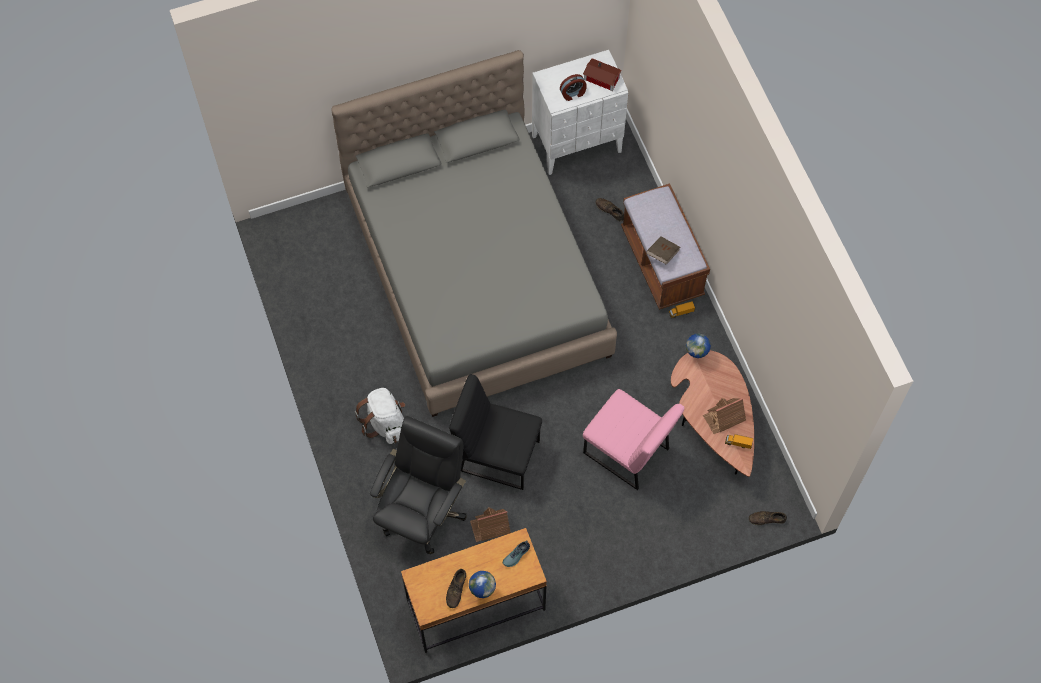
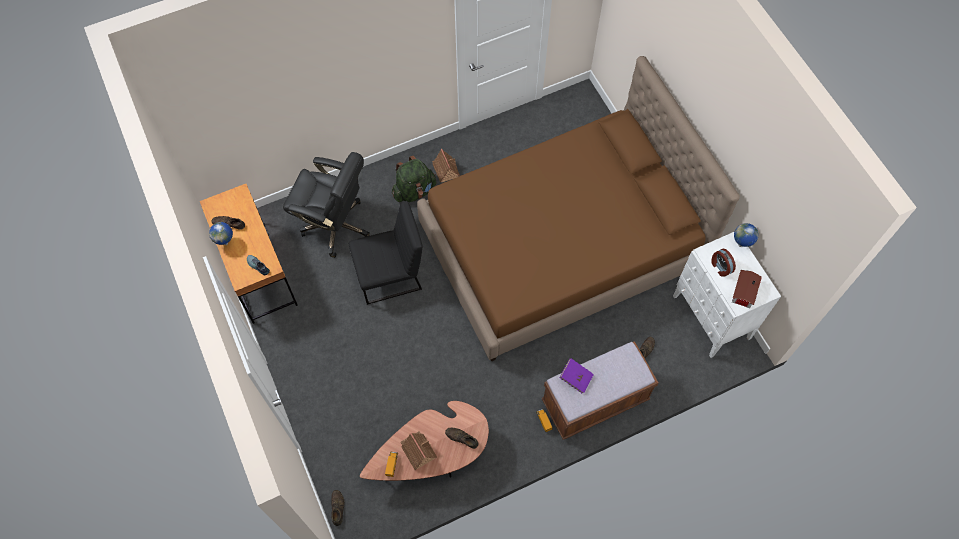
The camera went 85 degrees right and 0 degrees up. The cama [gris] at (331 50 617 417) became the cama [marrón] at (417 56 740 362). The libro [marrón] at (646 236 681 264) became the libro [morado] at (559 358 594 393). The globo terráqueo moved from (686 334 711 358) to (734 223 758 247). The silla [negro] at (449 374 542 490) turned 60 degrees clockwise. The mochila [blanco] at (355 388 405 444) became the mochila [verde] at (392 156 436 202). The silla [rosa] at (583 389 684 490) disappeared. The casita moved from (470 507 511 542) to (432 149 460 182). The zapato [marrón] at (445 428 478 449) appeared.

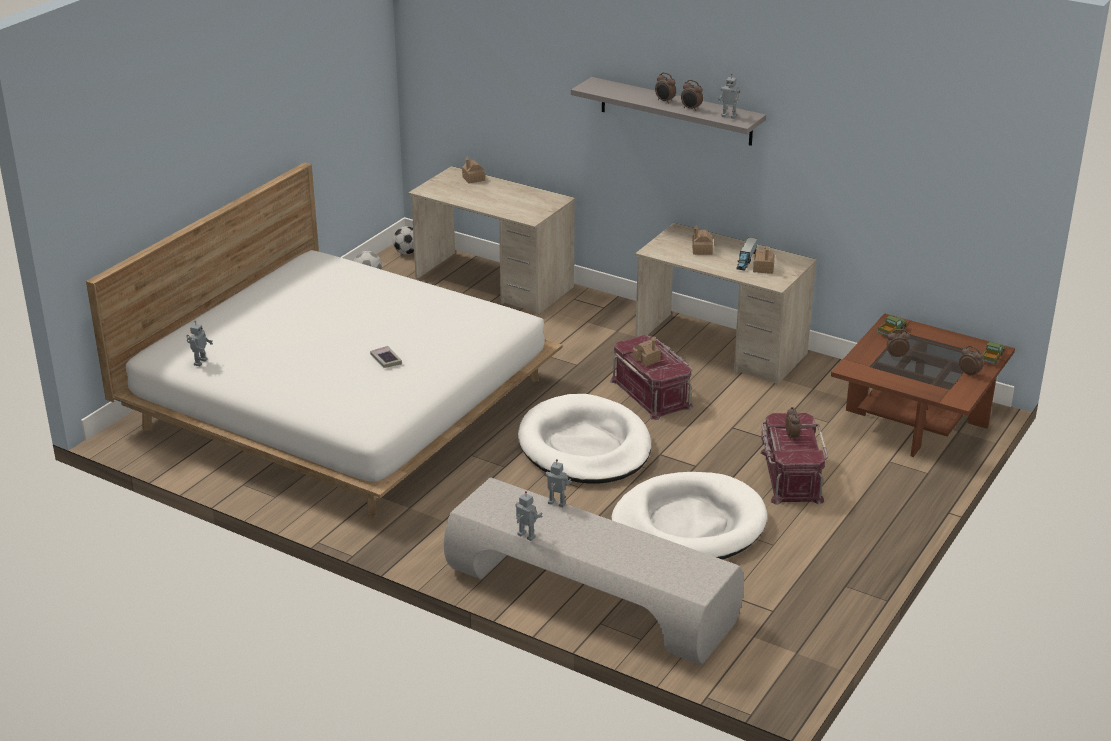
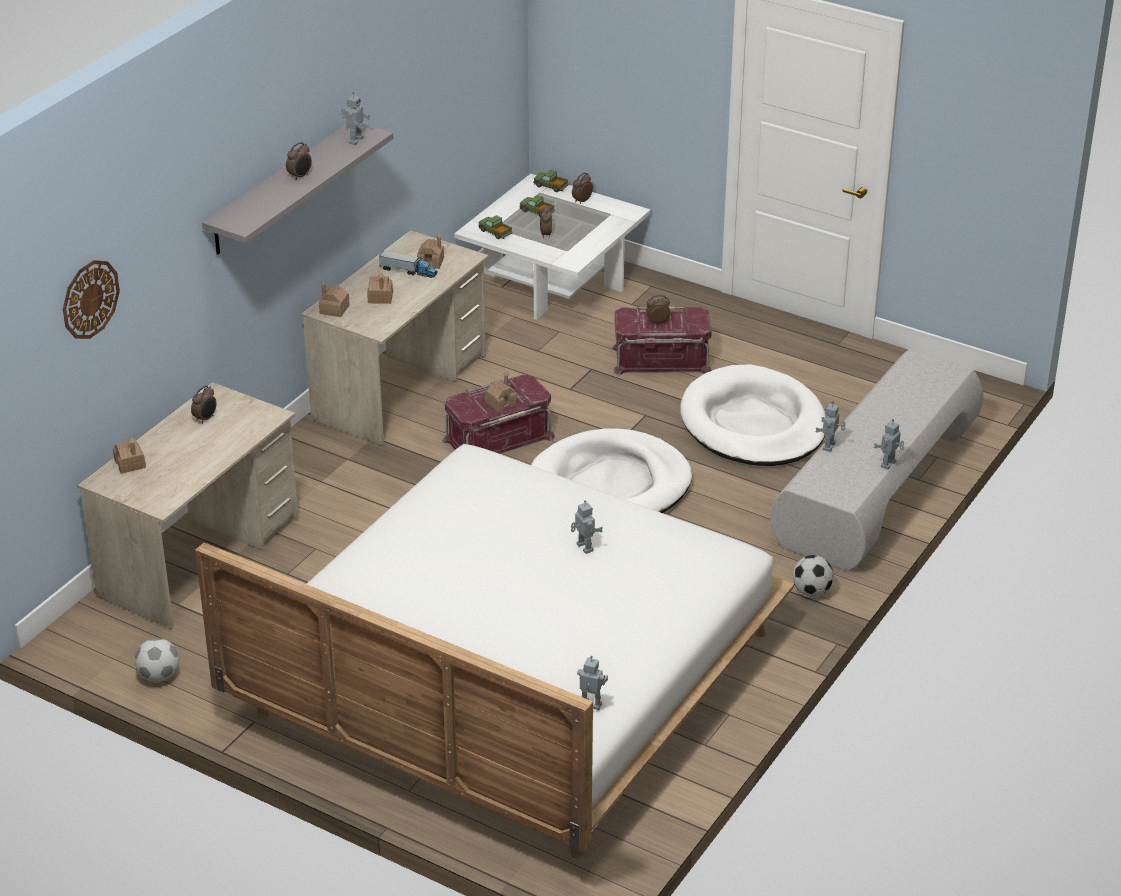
The camera went 90 degrees left and 5 degrees up. The despertador moved from (681 80 703 111) to (191 385 217 424). The balón de fútbol moved from (393 226 414 255) to (793 555 833 597). The mesa de centro [marrón] at (831 313 1015 457) became the mesa de centro [blanco] at (454 174 651 320). The libro at (370 346 402 368) was replaced by the robot de juguete at (571 500 603 554). The camión de juguete at (519 195 555 217) appeared. The reloj de pared at (63 260 120 339) appeared. The casita at (319 280 350 317) appeared.

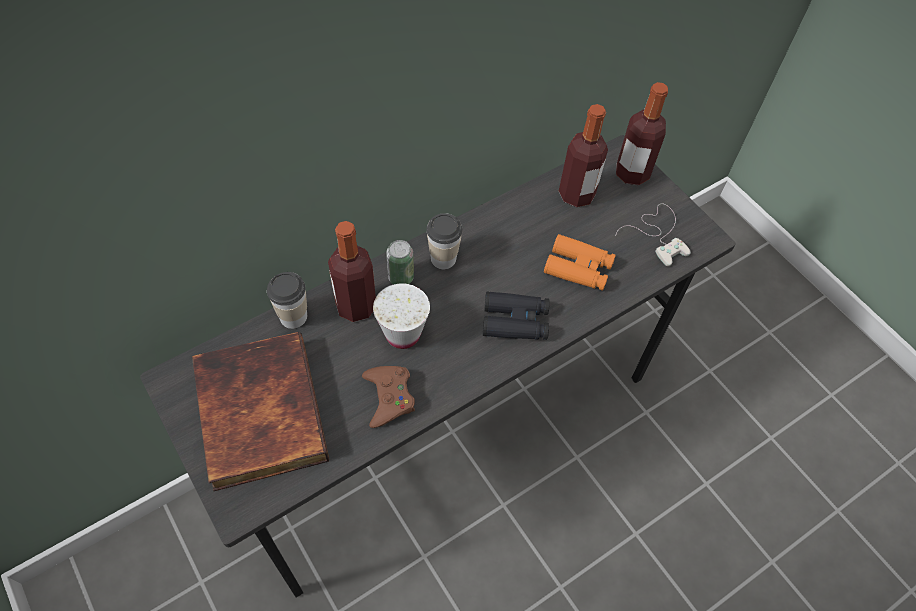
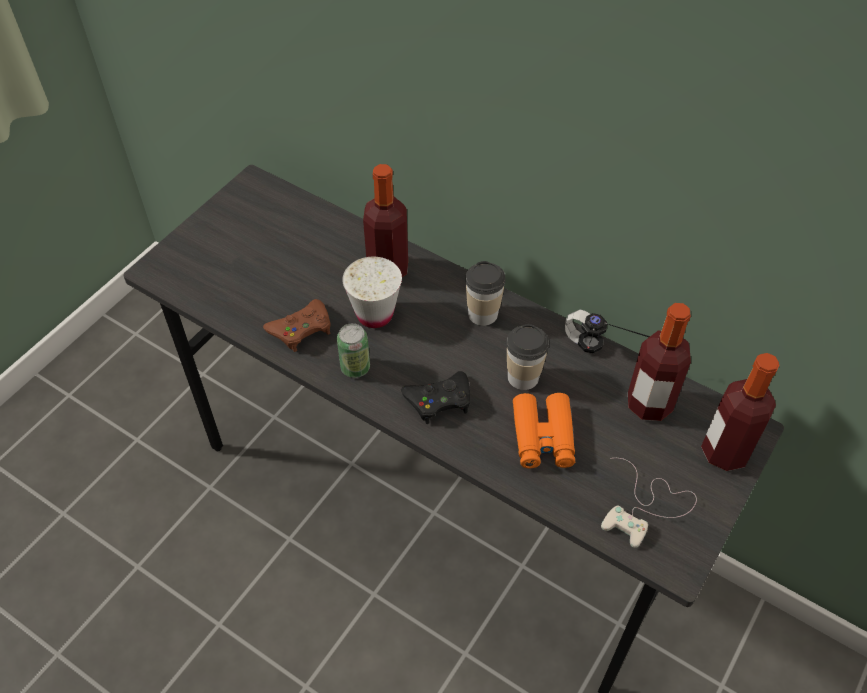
The camera went 70 degrees right and 5 degrees down. The lata moved from (386 240 414 285) to (337 323 370 378). The taza moved from (267 272 307 329) to (506 324 549 390). The prismáticos [negro] at (483 292 550 340) was replaced by the mando de consola [negro] at (401 371 470 424). The libro at (192 332 329 491) disappeared. The auriculares at (565 309 650 353) appeared.

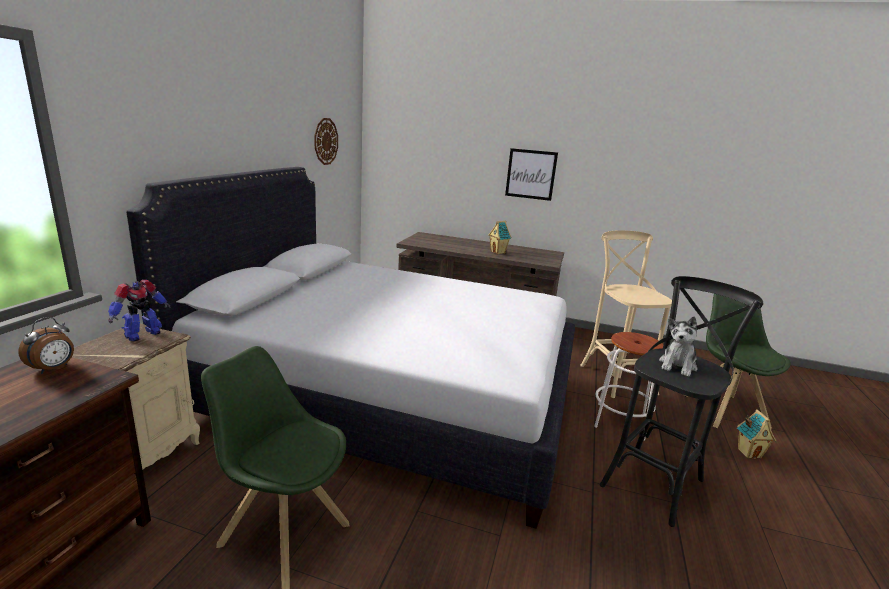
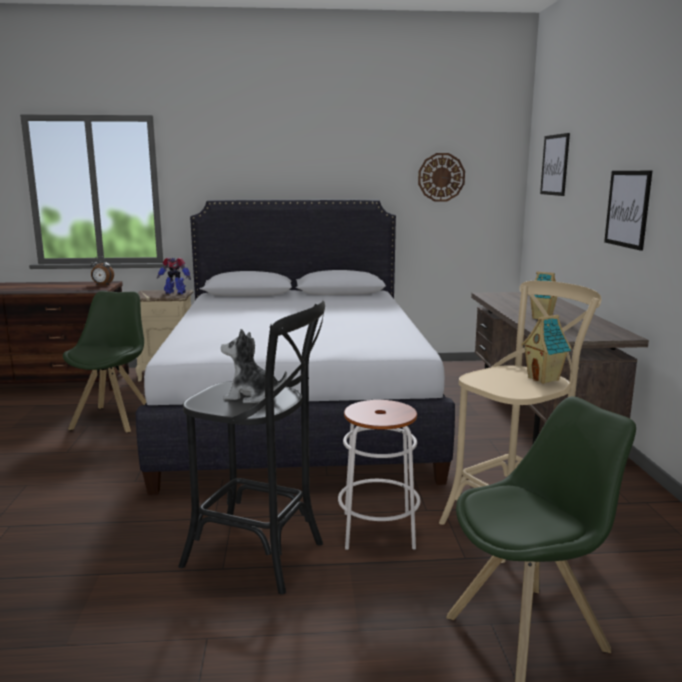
The camera went 70 degrees right and 5 degrees down. The casita moved from (737 409 776 459) to (521 315 572 384). The cuadro at (540 133 570 196) appeared.

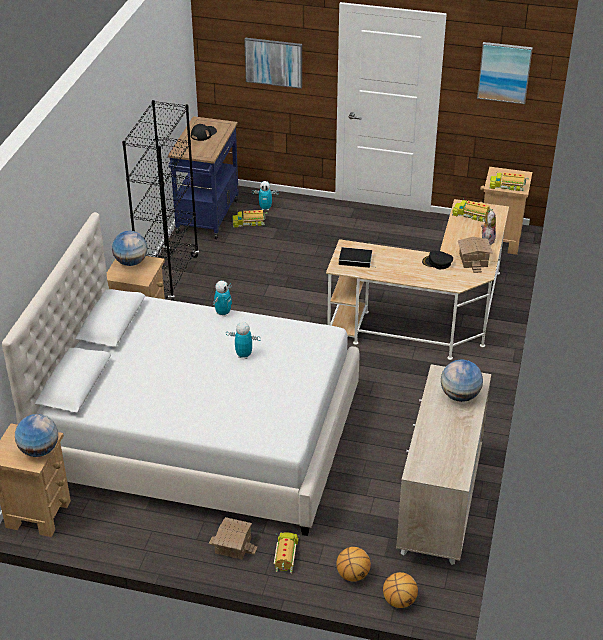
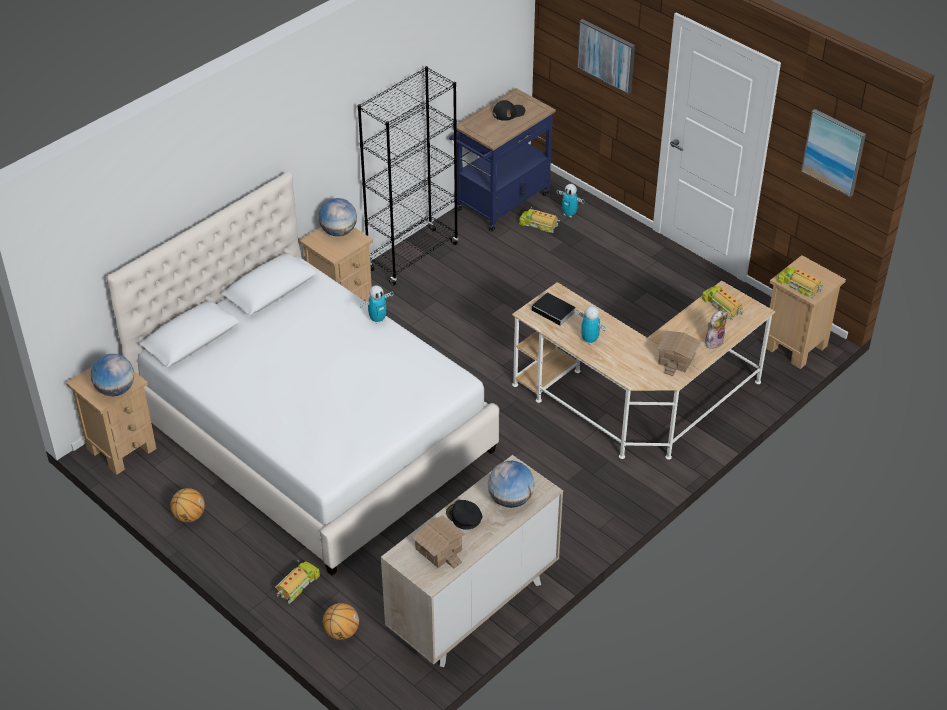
The camera went 30 degrees right and 5 degrees up. The gorra [negro] moved from (422 251 453 269) to (446 500 482 530). The robot de juguete moved from (226 322 261 359) to (577 306 606 345). The casita moved from (209 517 258 560) to (412 515 465 568). The balón de baloncesto moved from (383 572 418 608) to (170 488 205 522).

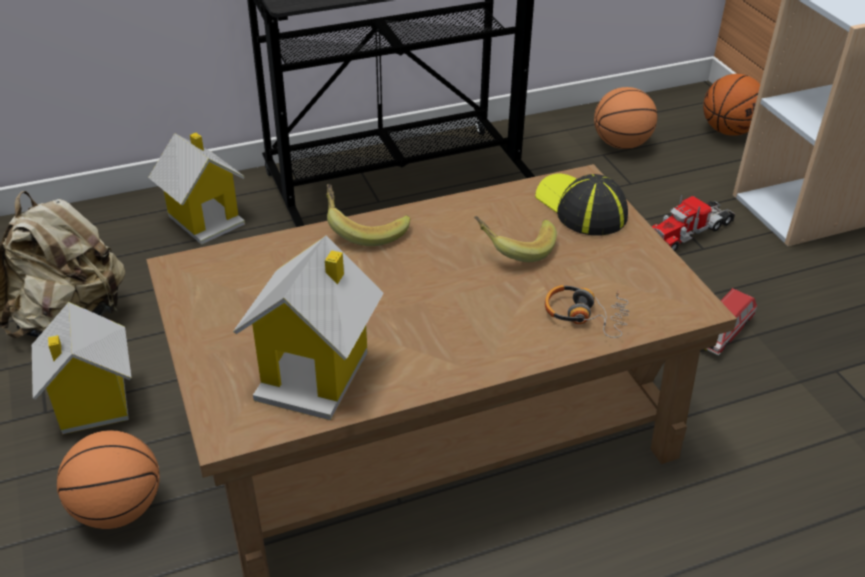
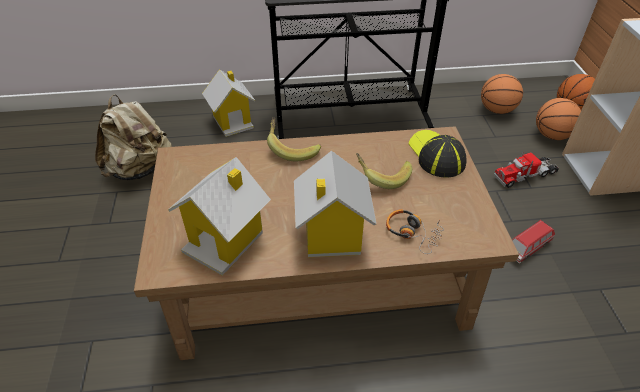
The camera went 15 degrees right and 5 degrees up. The casita moved from (32 302 131 435) to (294 151 376 257). The balón de baloncesto moved from (57 430 160 529) to (536 98 581 140).

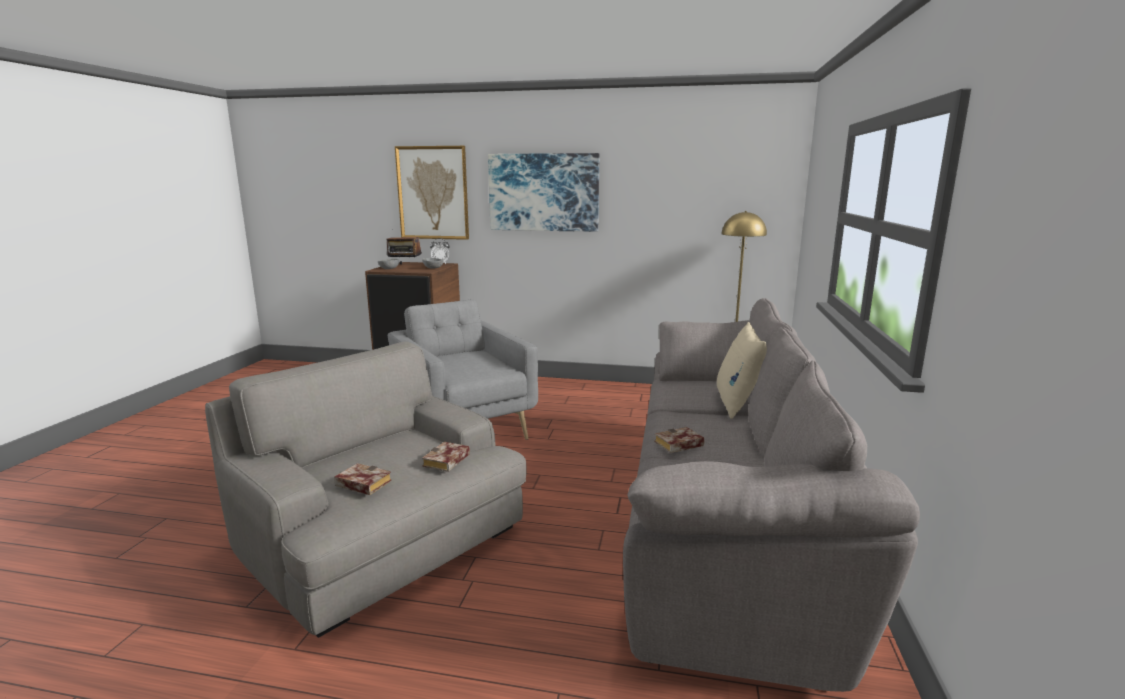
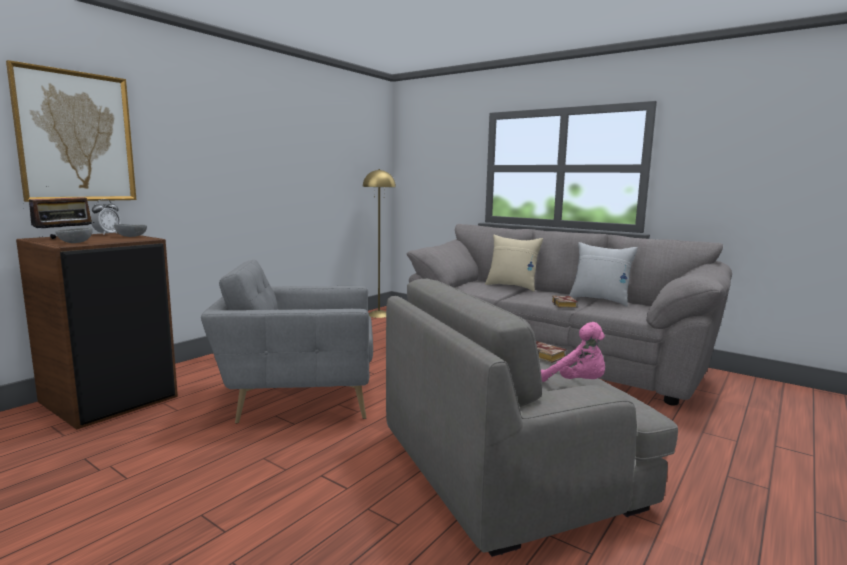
The camera went 65 degrees left and 5 degrees down. The cuadro at (488 153 599 232) disappeared. The libro at (334 463 392 495) was replaced by the peluche [rosa] at (541 322 605 382). The cojín [gris] at (569 242 638 307) appeared.

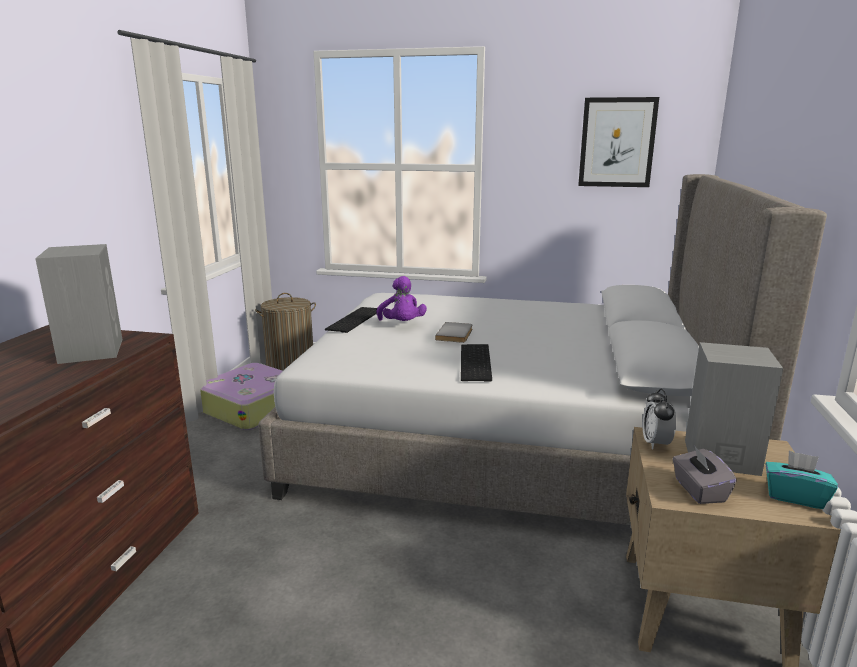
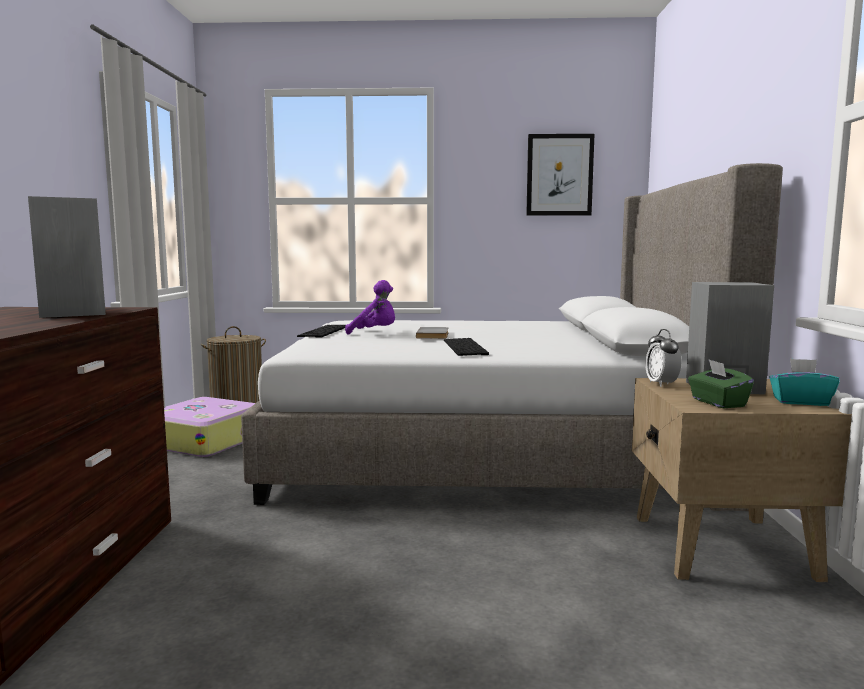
The camera went 10 degrees left and 10 degrees down. The peluche [morado] at (377 276 427 321) turned 45 degrees counterclockwise. The caja de pañuelos [gris] at (672 445 737 504) became the caja de pañuelos [verde] at (688 359 754 408).

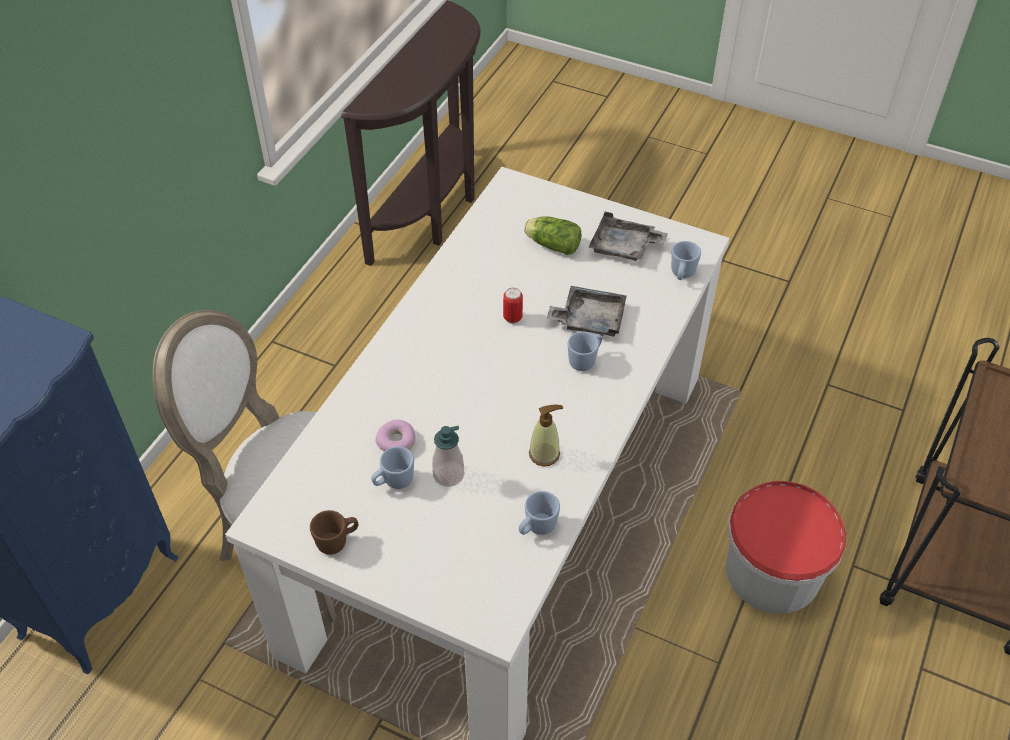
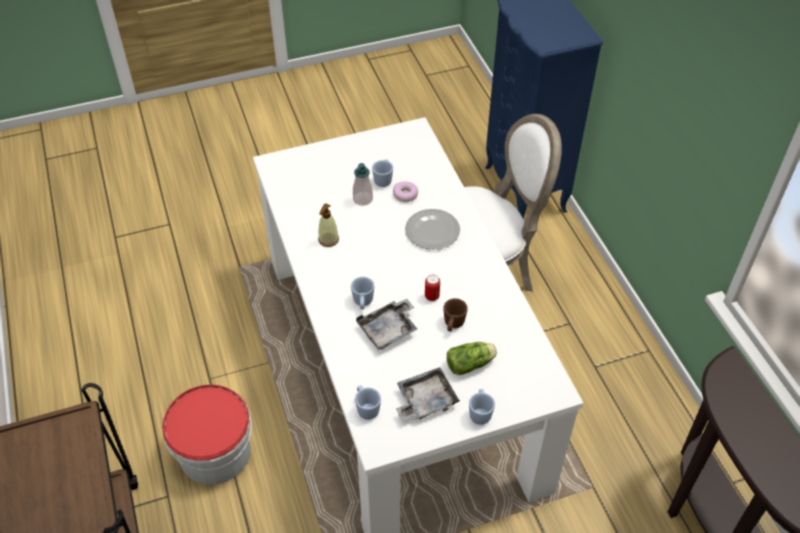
The camera went 135 degrees right and 0 degrees up. The taza grande [azul] moved from (519 491 560 535) to (469 389 495 425). The taza grande [marrón] moved from (310 510 358 555) to (443 298 468 332). The plato at (405 209 460 250) appeared.

